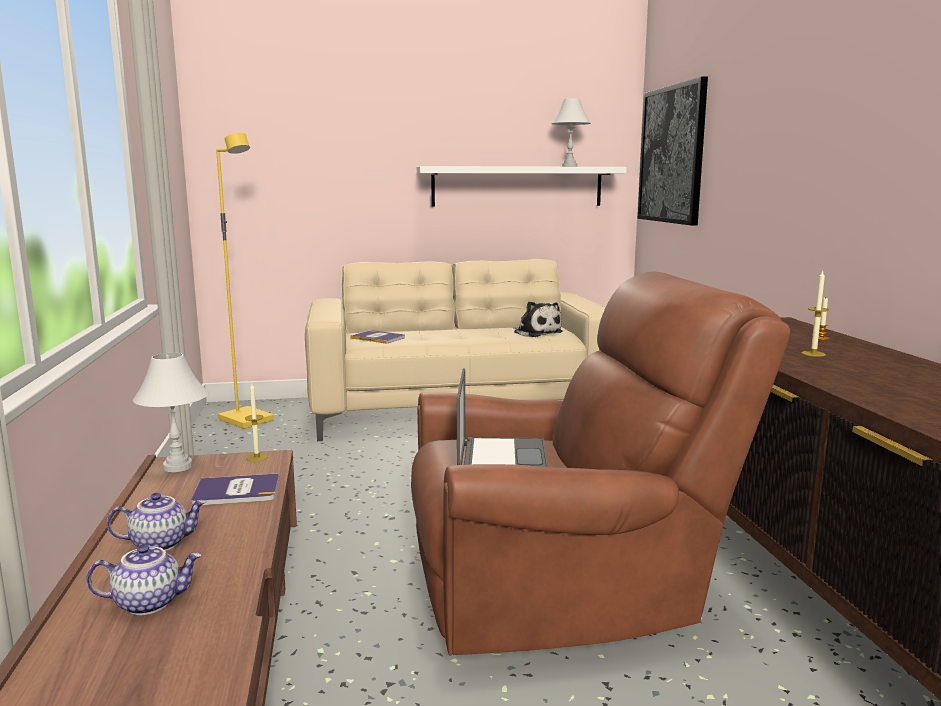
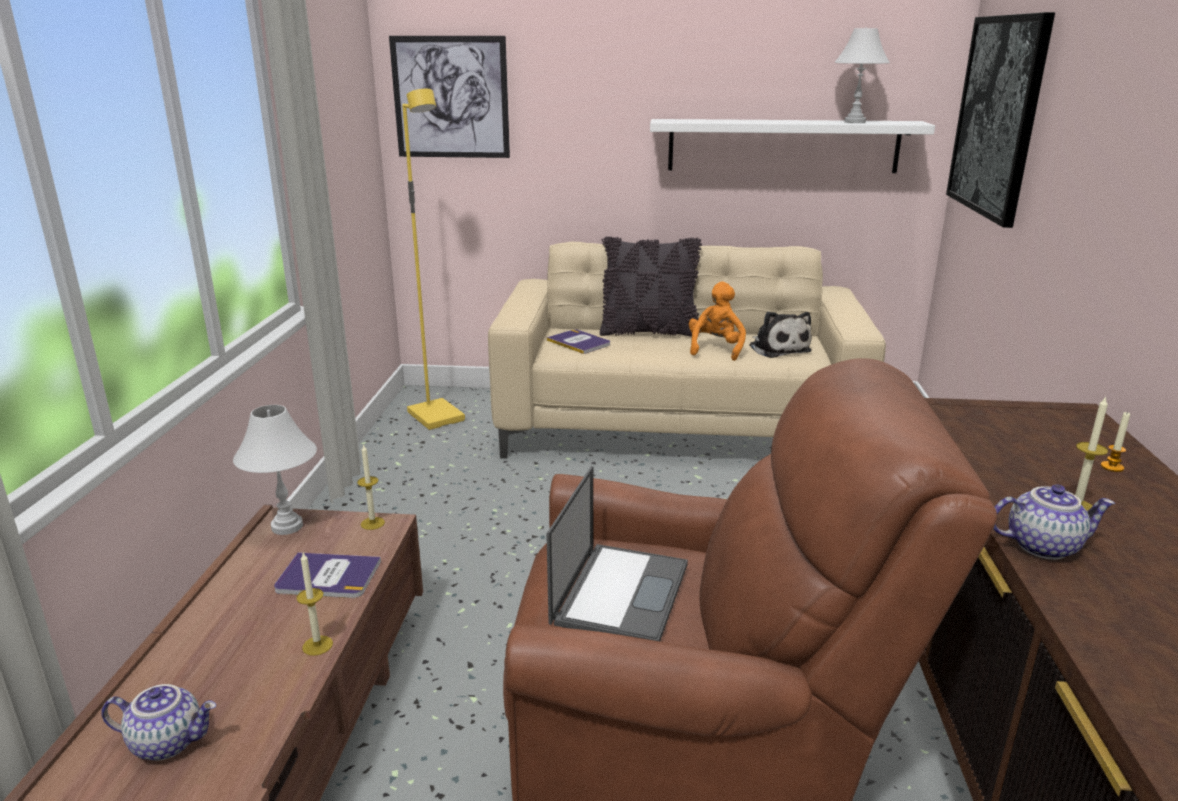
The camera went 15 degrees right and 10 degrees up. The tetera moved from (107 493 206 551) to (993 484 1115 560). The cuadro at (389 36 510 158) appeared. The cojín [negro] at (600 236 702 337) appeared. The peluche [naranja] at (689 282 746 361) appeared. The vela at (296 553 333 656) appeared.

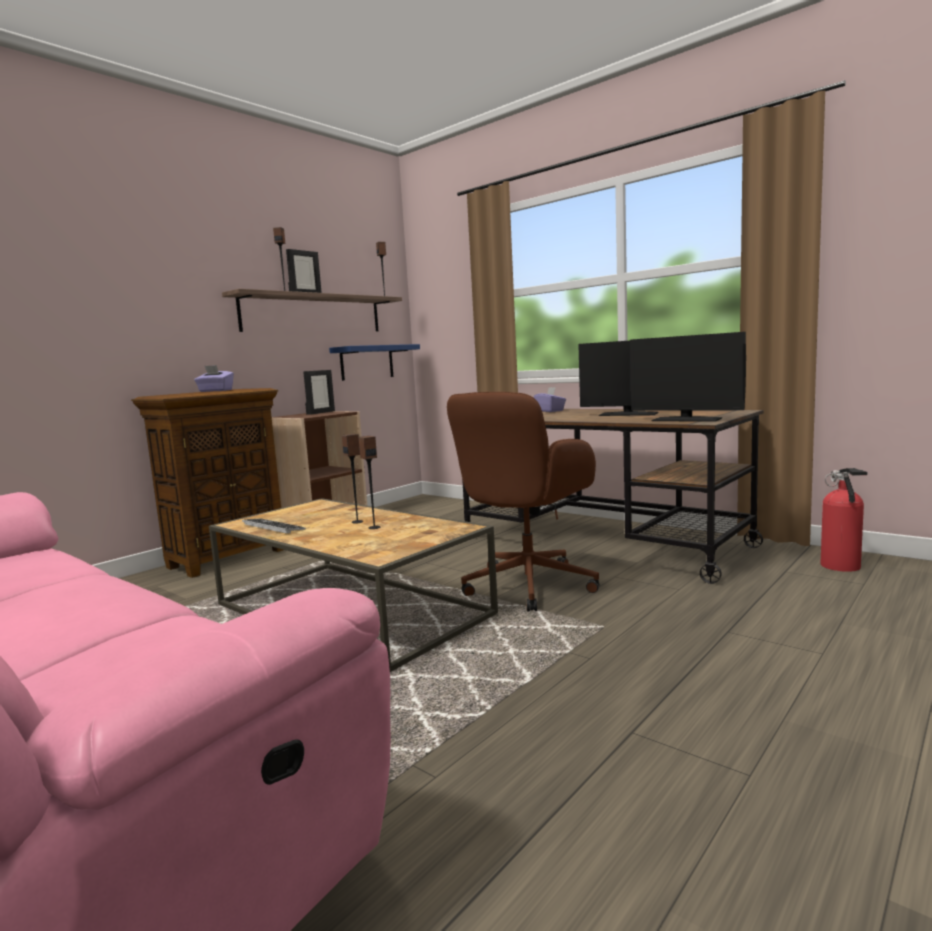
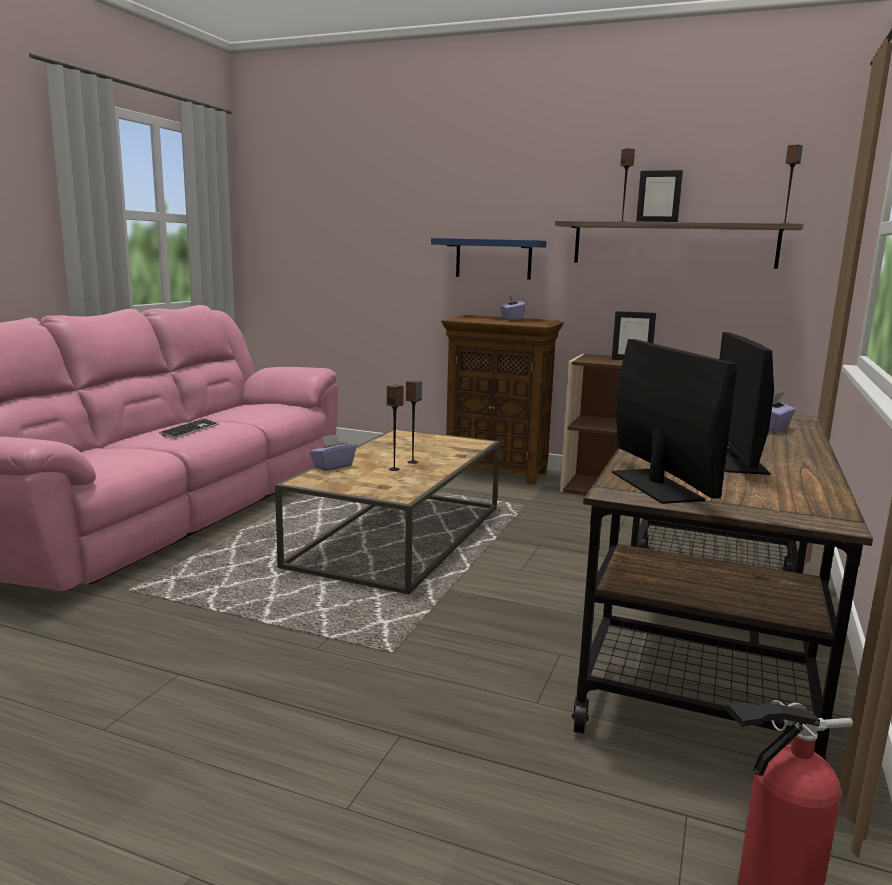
The camera went 70 degrees right and 5 degrees up. The monitor at (630 332 746 422) turned 150 degrees clockwise. The estante [azul] moved from (329 344 420 381) to (431 238 546 280). The silla de oficina [marrón] at (447 392 600 611) disappeared. The teclado moved from (242 519 306 534) to (159 418 219 439). The caja de pañuelos [morado] at (309 434 356 471) appeared.

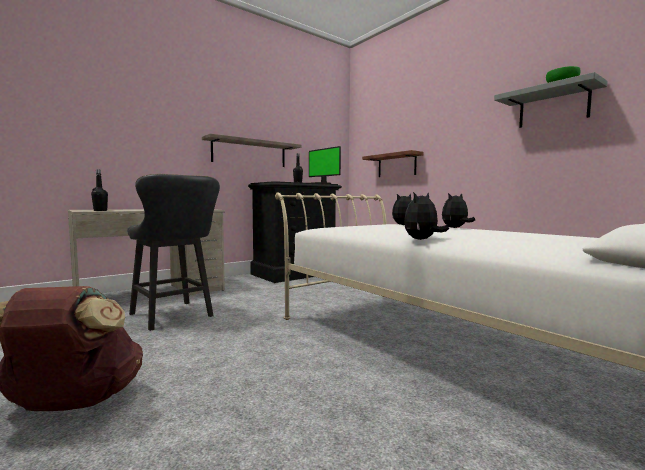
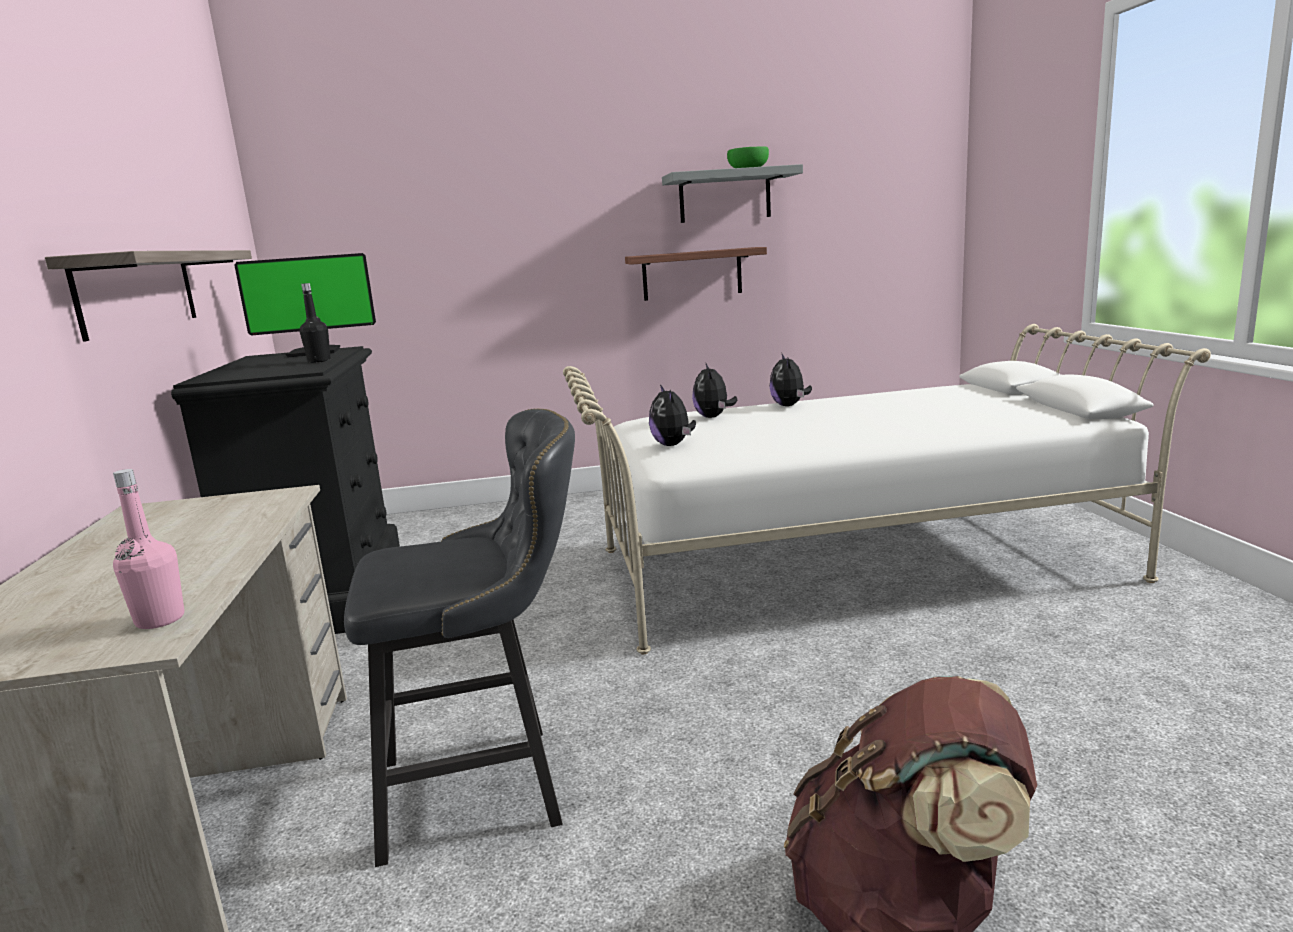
The camera went 60 degrees left and 10 degrees up. The estante moved from (362 150 424 177) to (625 247 767 301). The botella [negro] at (91 170 108 211) became the botella [rosa] at (113 469 184 629). The peluche moved from (404 192 449 240) to (649 384 696 446).

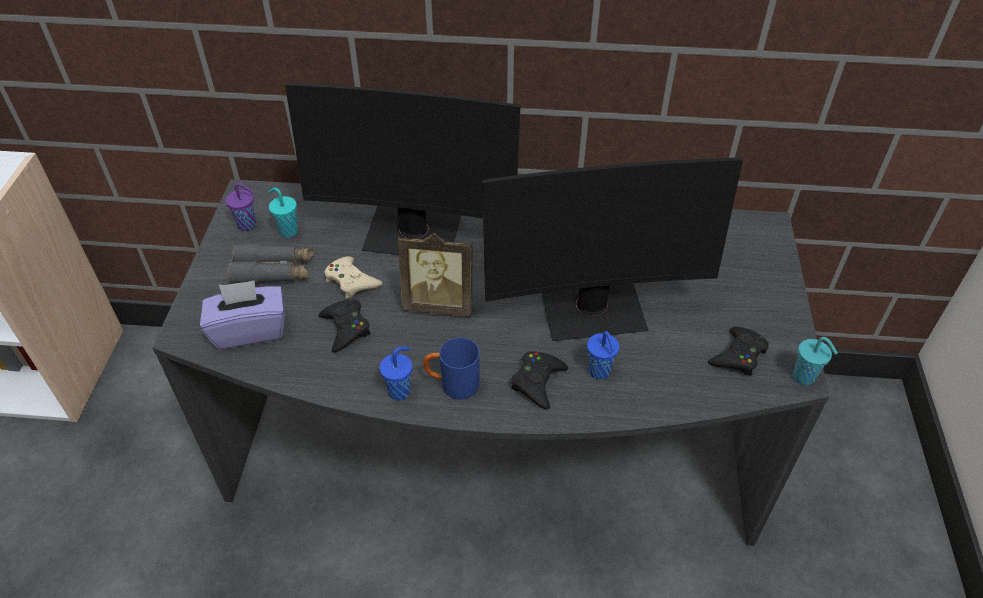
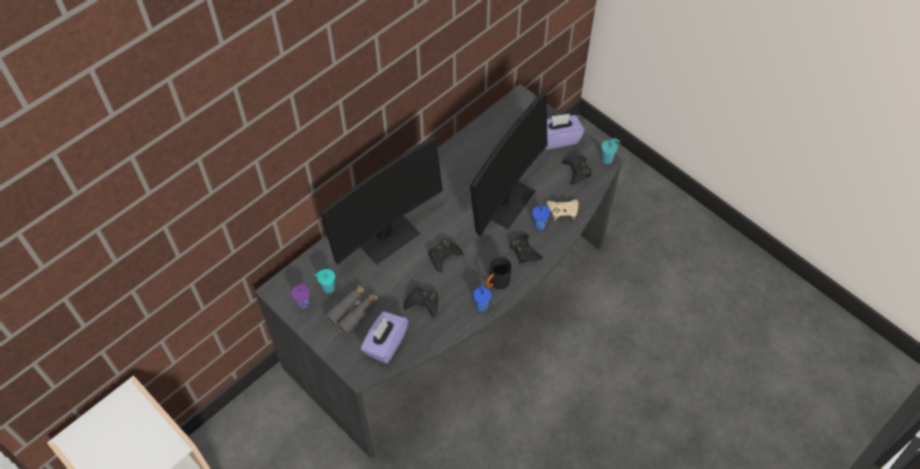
The camera went 50 degrees left and 10 degrees up. The portarretratos at (398 233 473 317) was replaced by the mando de consola [negro] at (428 239 463 273). The mando de consola [beis] moved from (324 256 382 299) to (547 199 579 220). The taza grande [azul] at (423 338 479 400) became the taza grande [negro] at (486 257 512 289). The caja de pañuelos [morado] at (545 113 584 149) appeared.

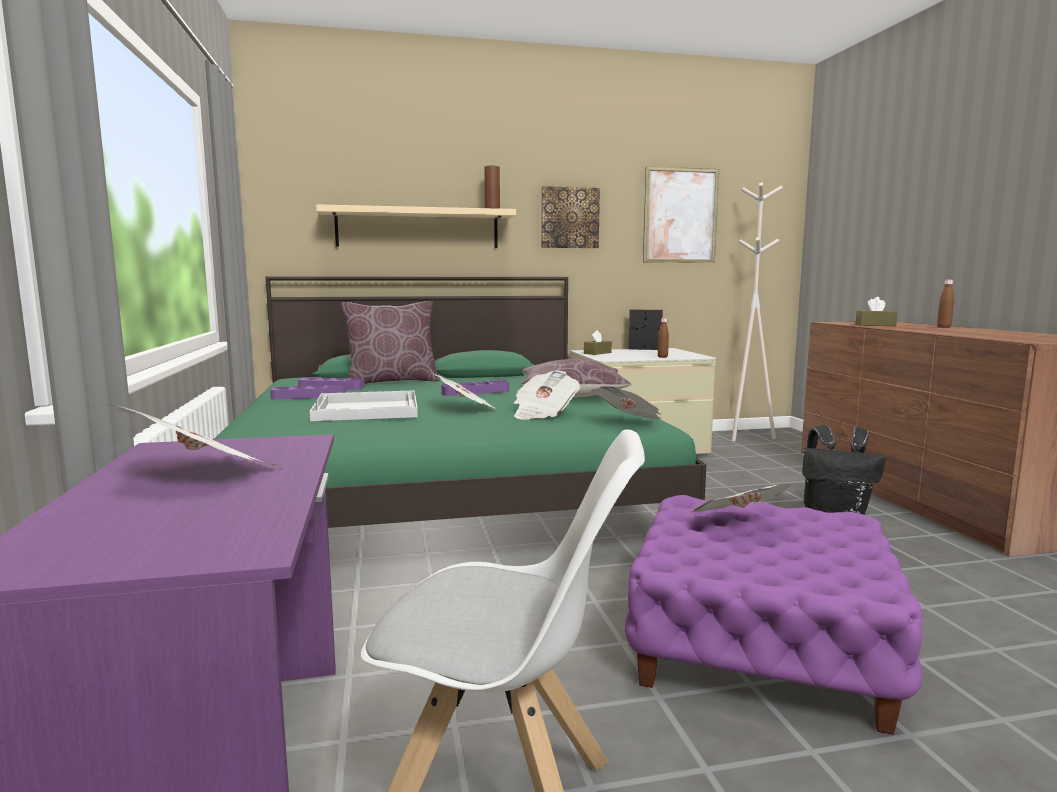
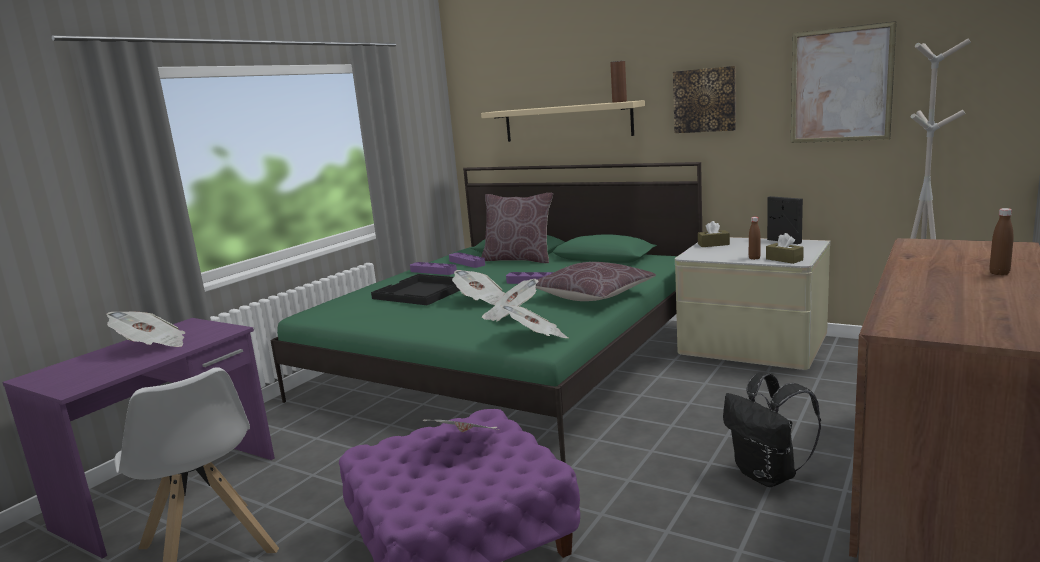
The camera went 45 degrees right and 5 degrees up. The caja de pañuelos [marrón] moved from (855 297 898 326) to (766 233 804 264). The bandeja [blanco] at (310 390 418 421) became the bandeja [negro] at (371 274 460 305).

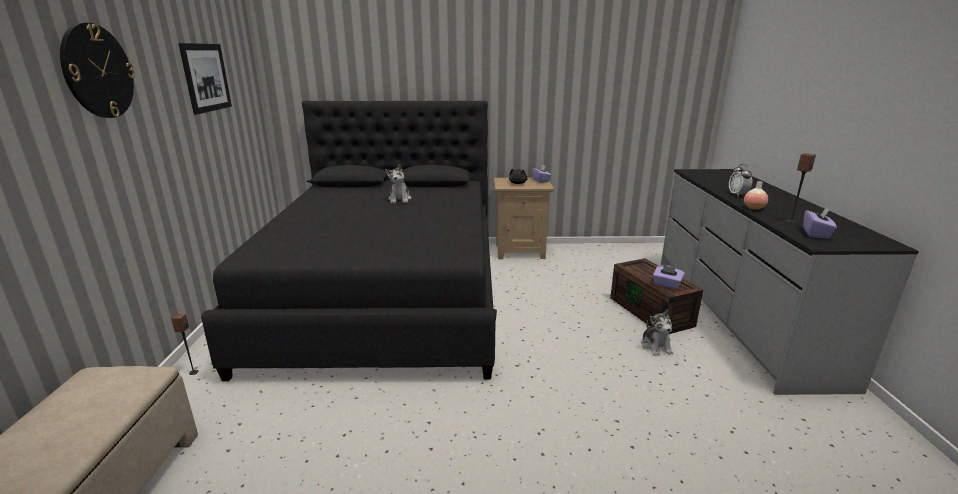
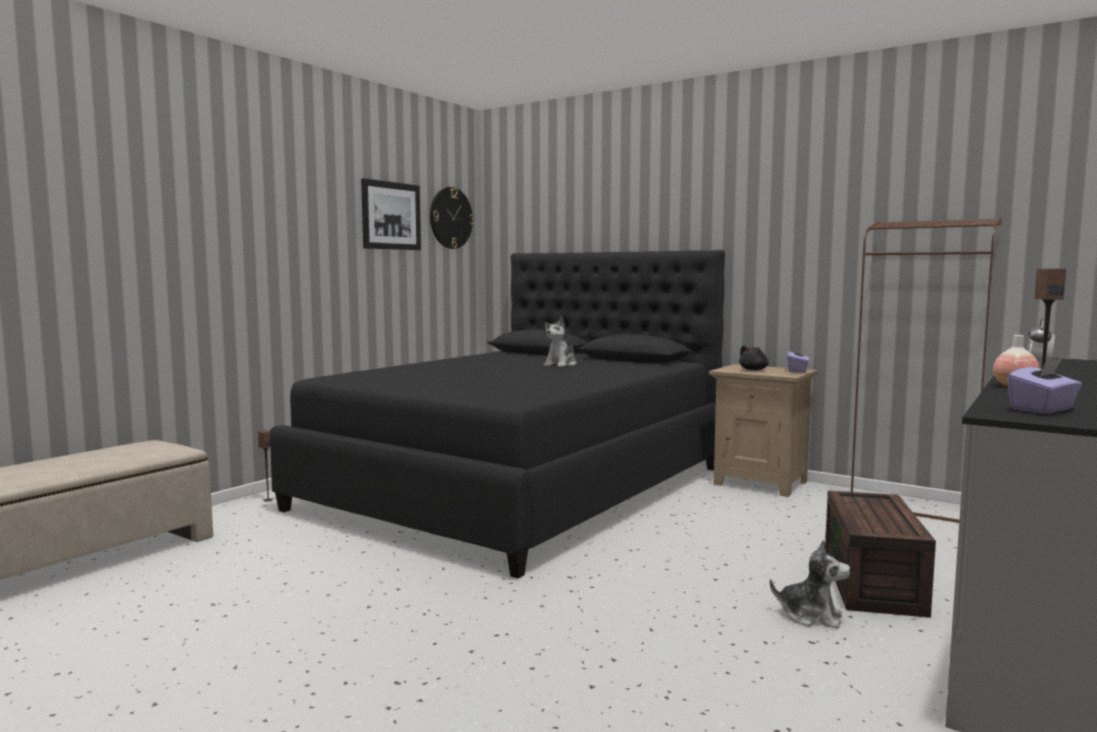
The camera went 35 degrees right and 15 degrees down. The reloj de pared moved from (60 23 135 118) to (430 187 474 249). The caja de pañuelos [morado] at (653 265 685 289) disappeared. The peluche at (641 310 673 356) turned 90 degrees counterclockwise. The perchero [marrón] at (851 217 1001 523) appeared.

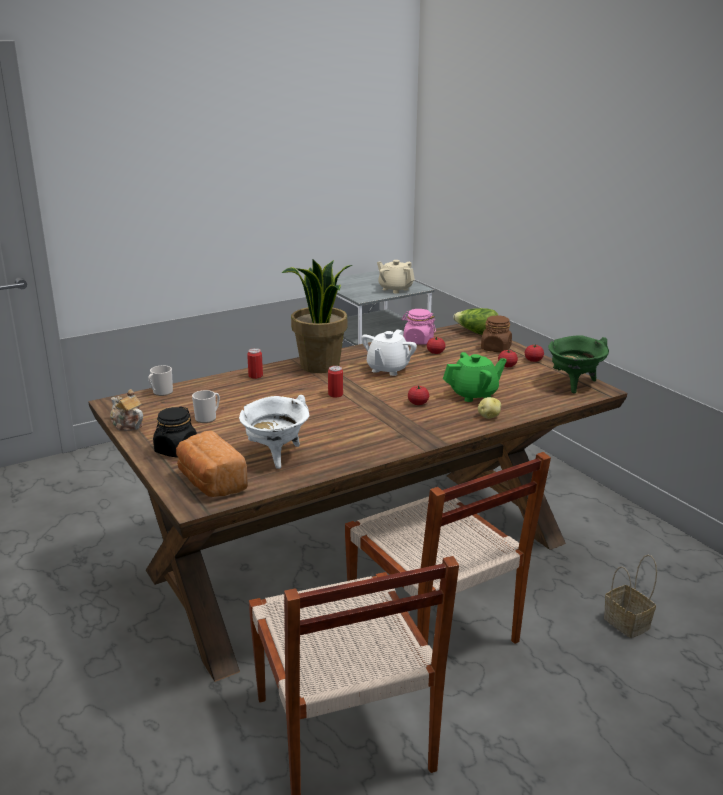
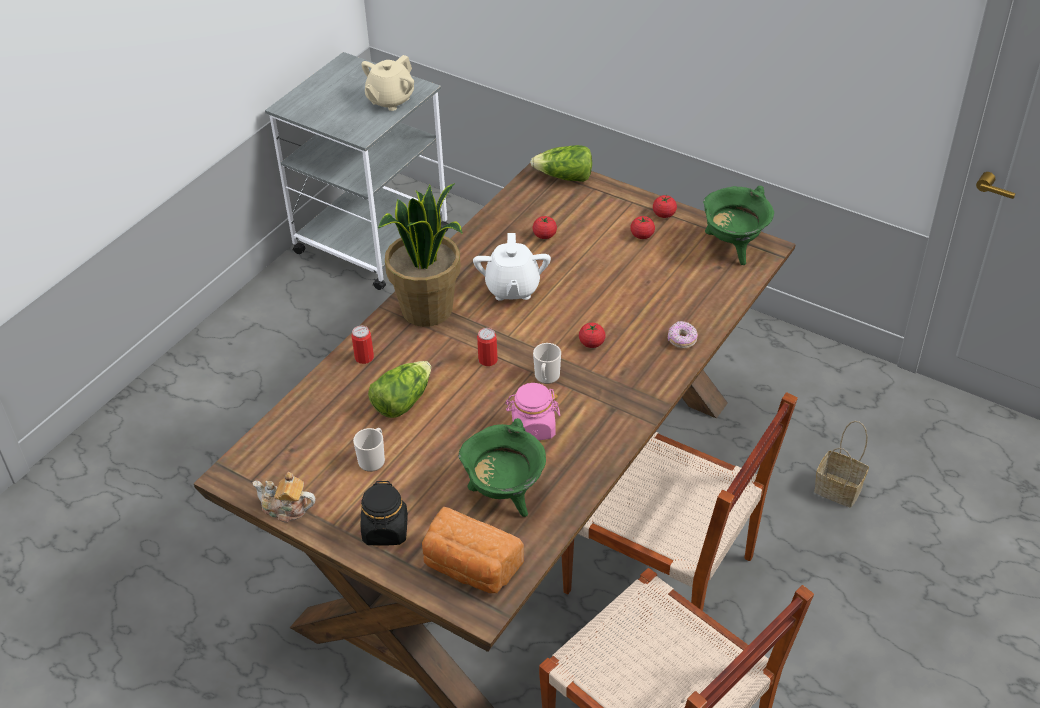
The camera went 25 degrees left and 20 degrees up. The tetera [beis] at (377 260 415 294) turned 75 degrees counterclockwise. The tarro [rosa] moved from (402 309 436 345) to (505 383 560 440). The tarro [marrón] at (481 315 512 352) disappeared. The tetera [verde] at (443 352 507 402) disappeared. The taza grande moved from (148 365 173 396) to (533 343 561 384). The olla [blanco] at (239 395 309 469) became the olla [verde] at (459 418 546 517). The patata at (478 397 501 419) was replaced by the rosquilla at (668 321 698 348). The lechuga at (368 361 431 418) appeared.

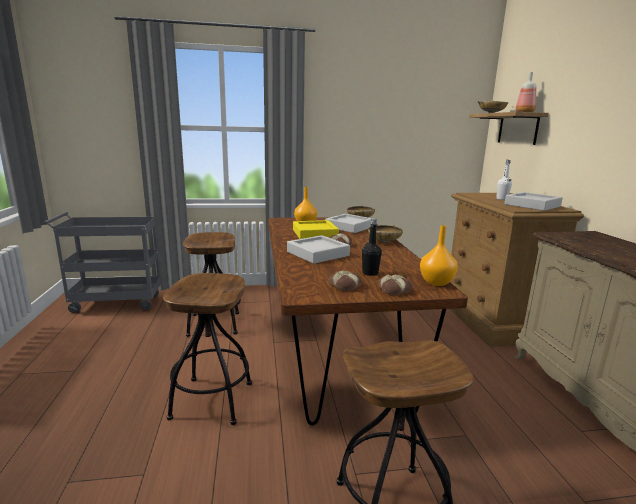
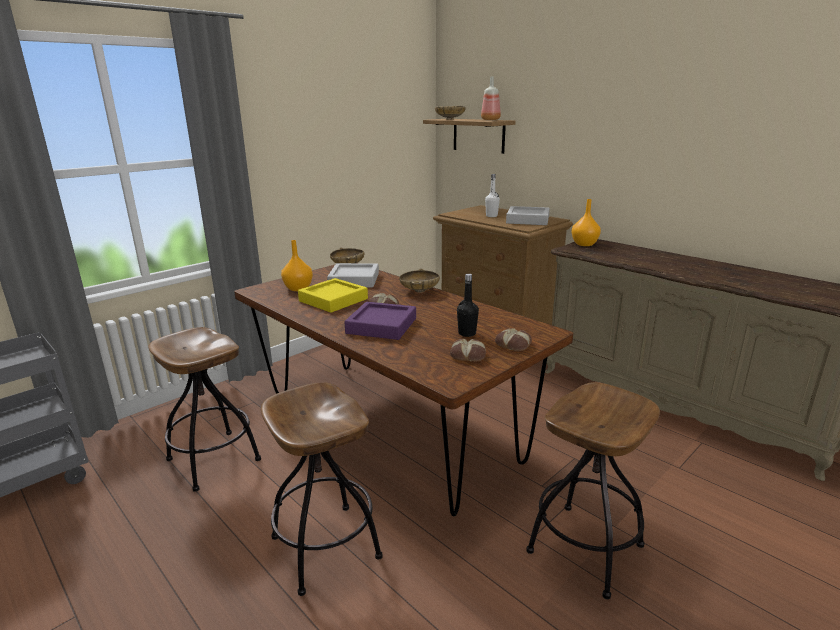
The camera went 35 degrees left and 5 degrees up. The florero [naranja] moved from (420 225 458 286) to (571 199 601 246). The bandeja [gris] at (287 235 350 264) became the bandeja [morado] at (344 302 416 340).

